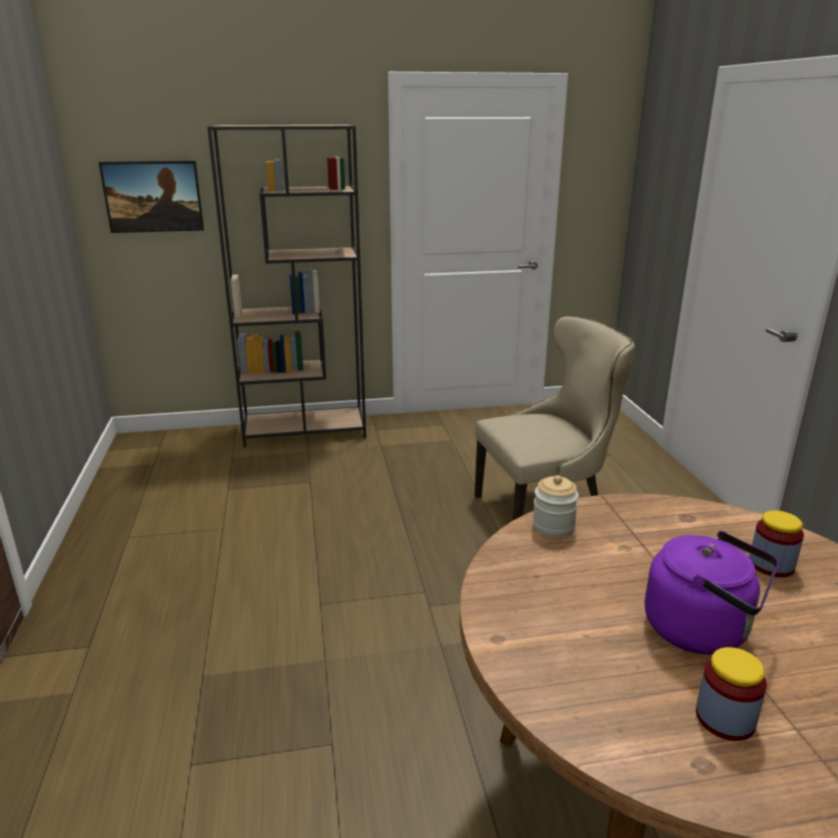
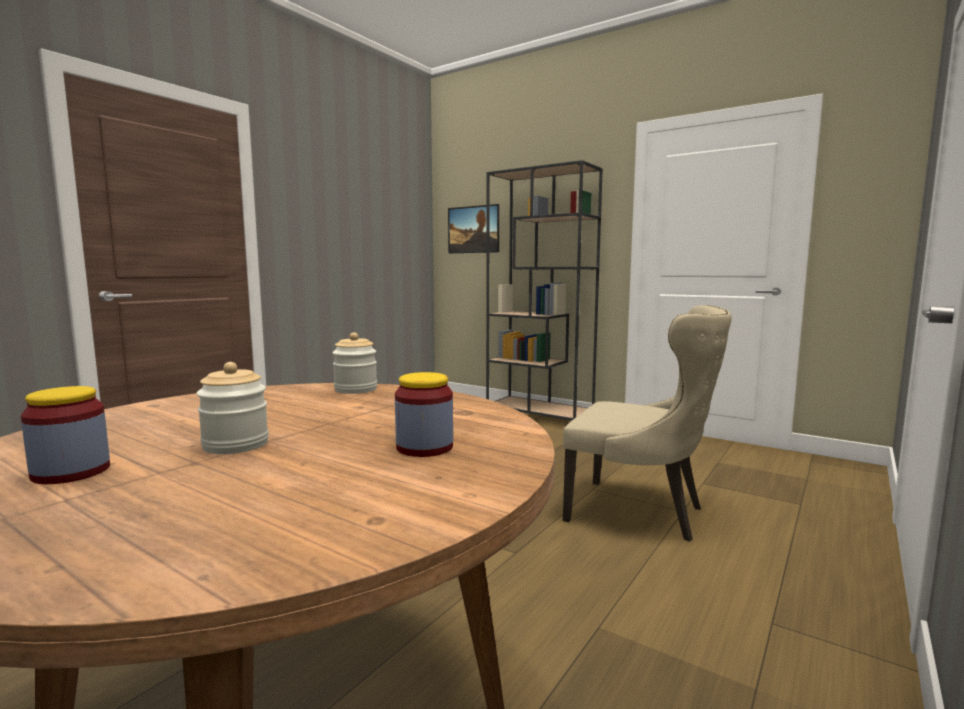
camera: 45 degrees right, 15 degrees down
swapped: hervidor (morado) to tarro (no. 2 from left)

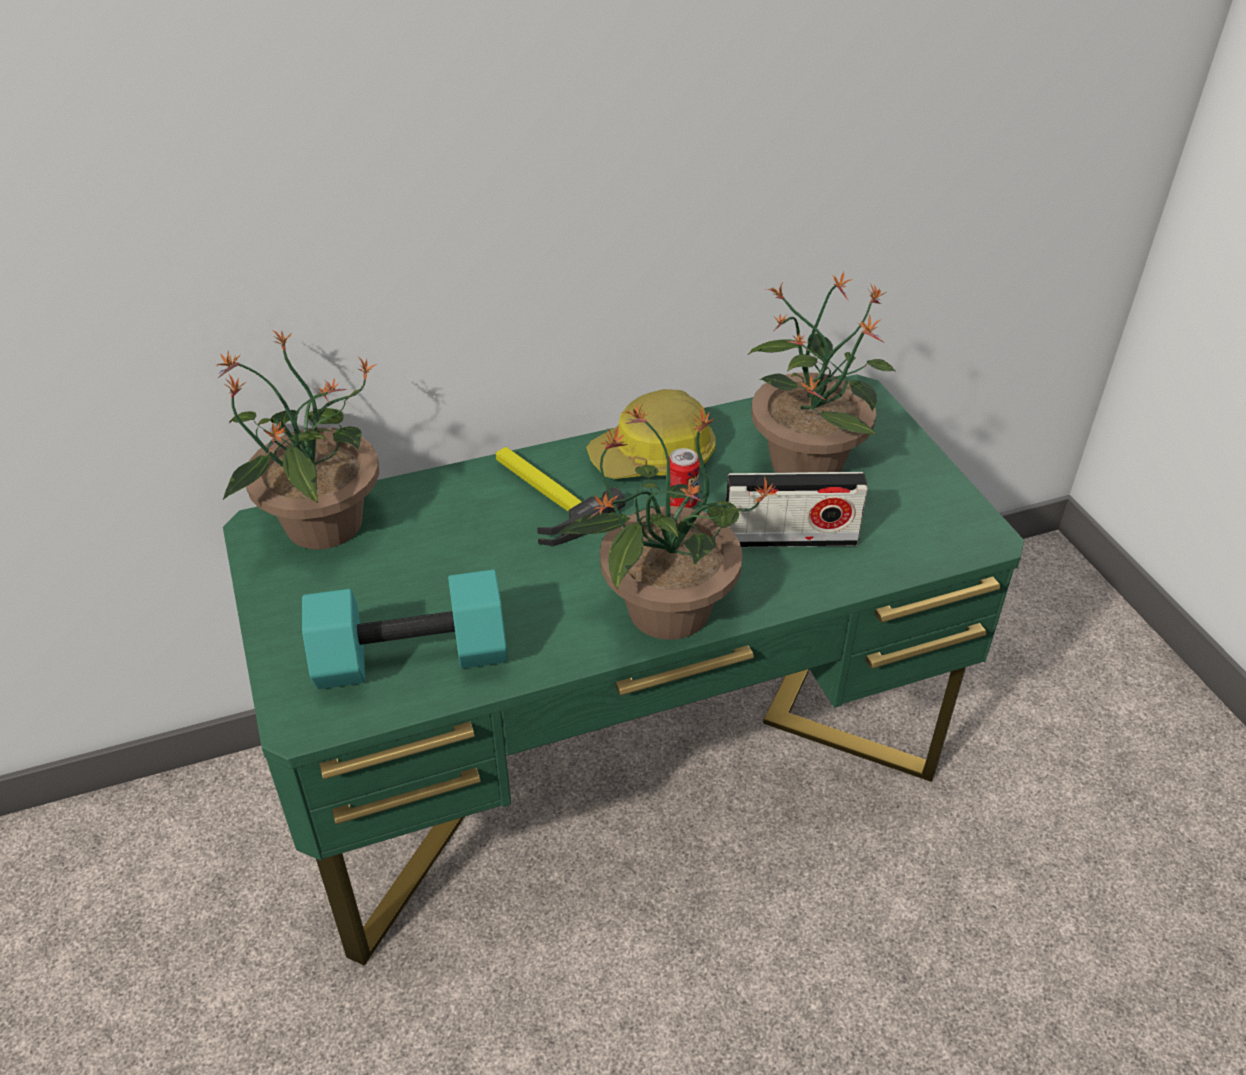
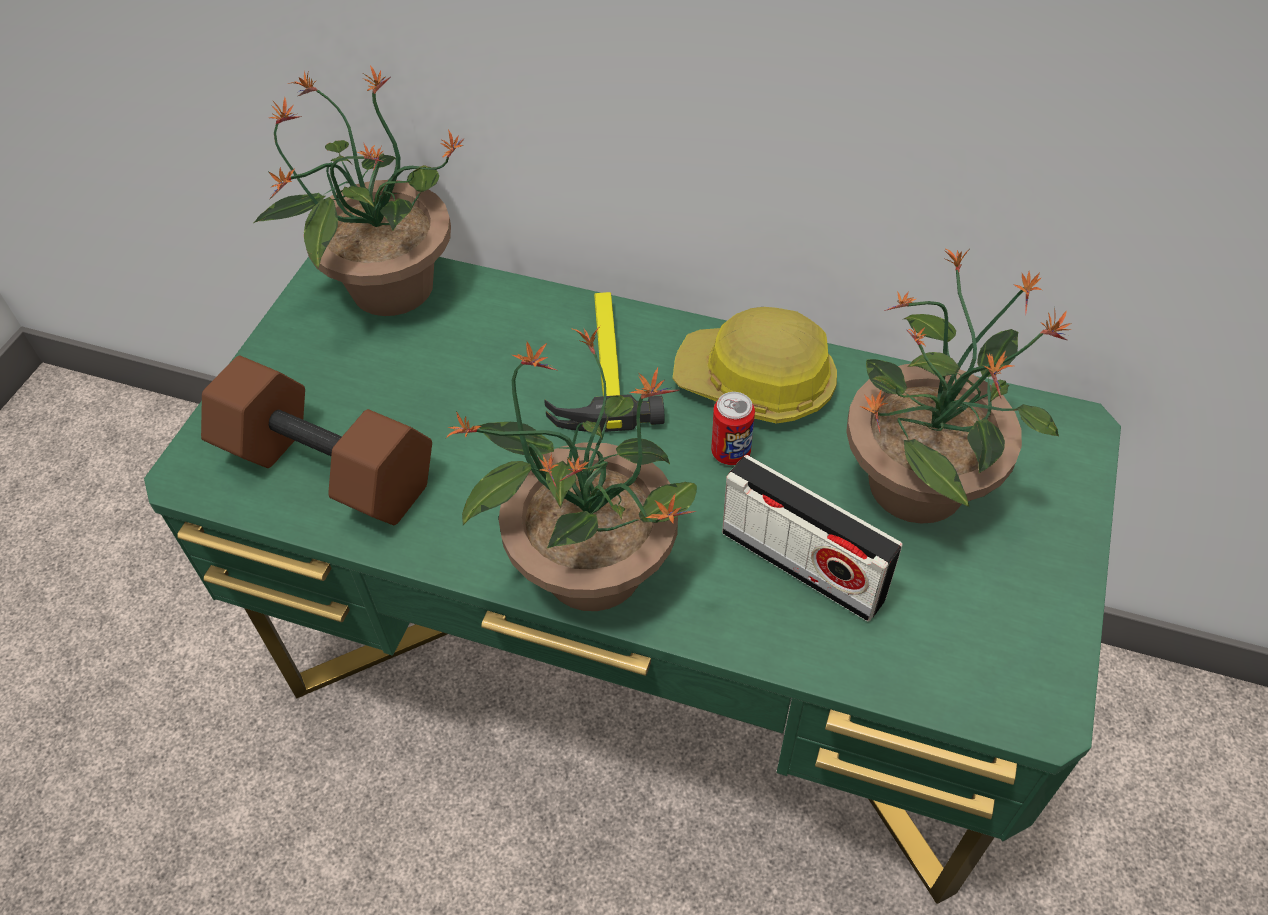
camera: 40 degrees right, 10 degrees up
repainted: mancuerna (turquesa) to mancuerna (marrón)

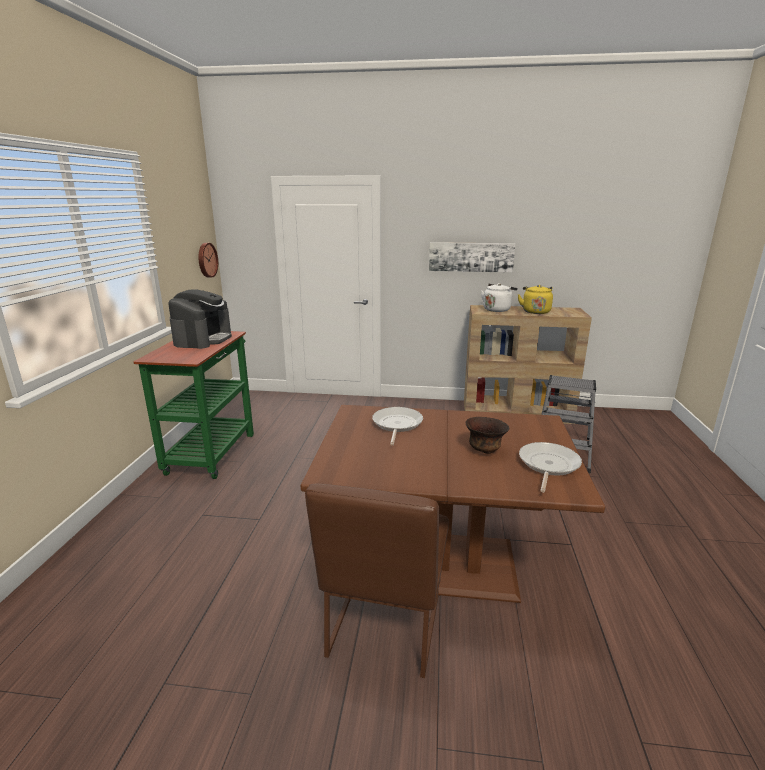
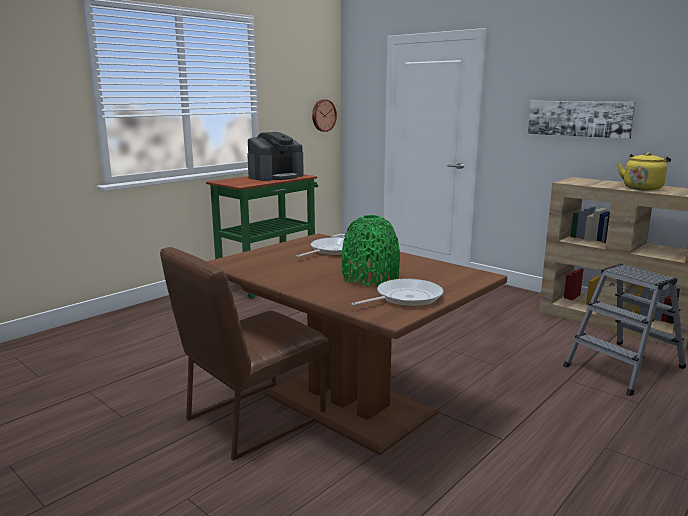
camera: 35 degrees right, 5 degrees down
gone: hervidor (blanco)
swapped: cuenco (marrón) to florero (verde)

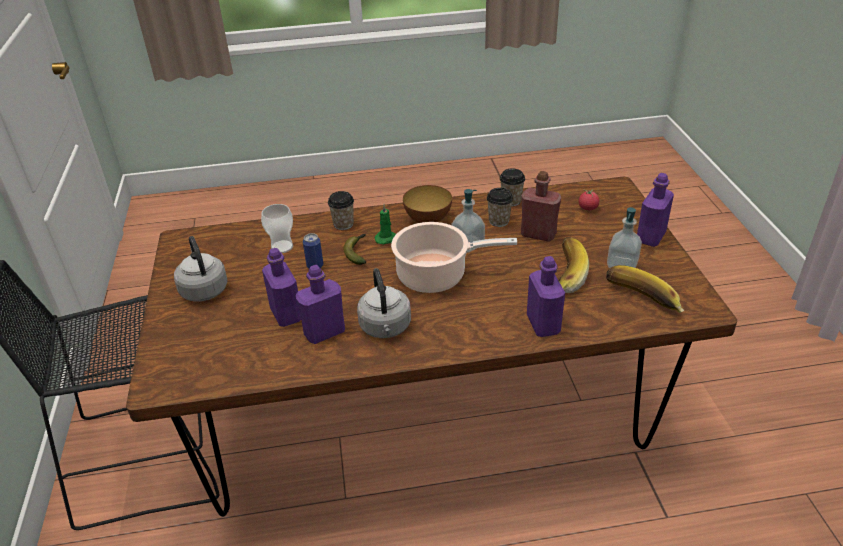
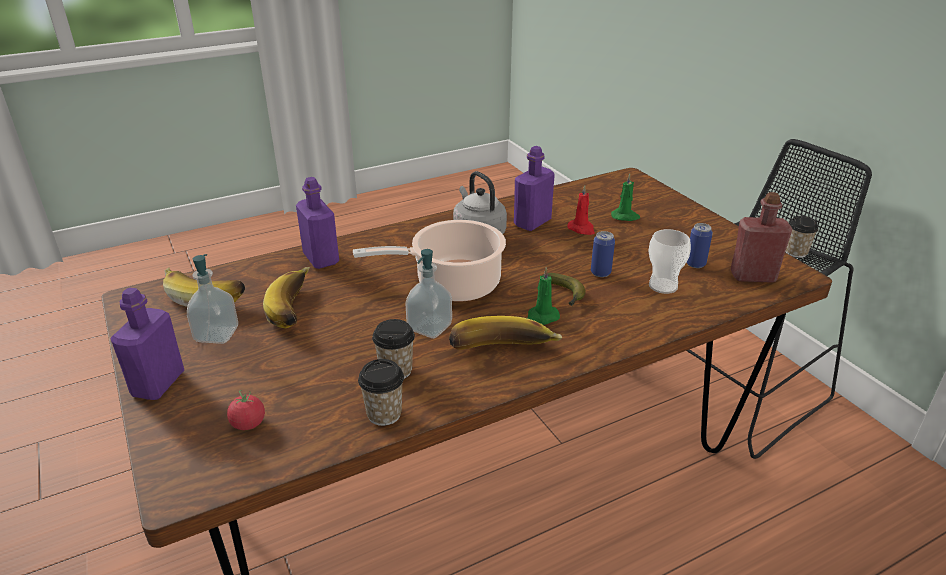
camera: 160 degrees right, 5 degrees down
gone: hervidor (gris) (no. 1 from left)
new: vela (verde) (no. 2 from left); lata (no. 2 from left)
shifted: botella (rojo); taza (no. 2 from left in the first image) to taza (no. 4 from left)
swapped: cuenco to plátano (no. 3 from left); botella (morado) (no. 1 from left) to vela (rojo)

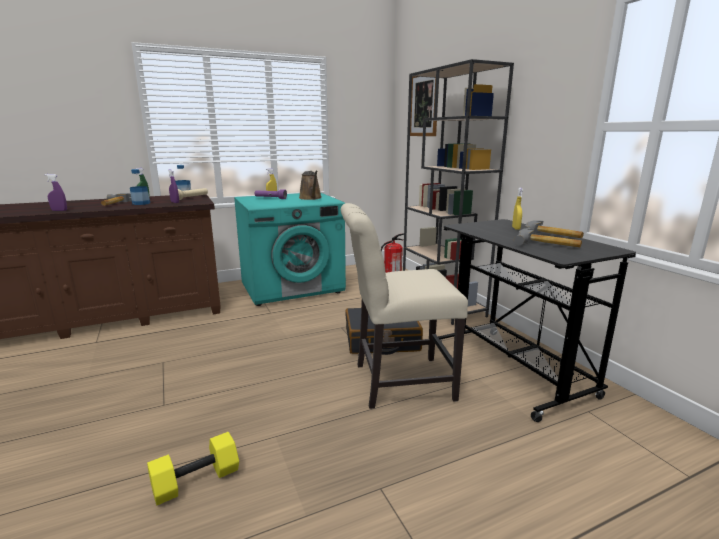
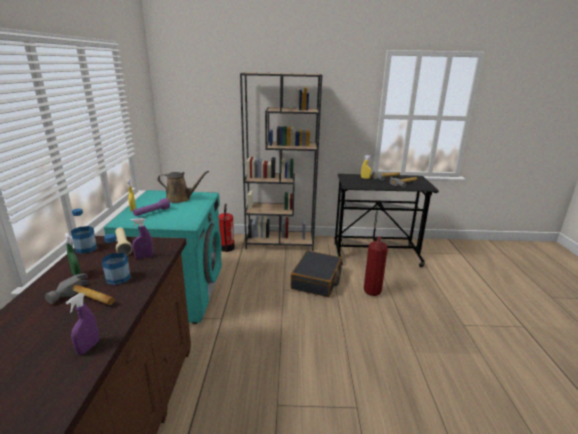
camera: 65 degrees left, 5 degrees up
gone: mancuerna (amarillo); cuadro
swapped: silla (beis) to extintor (no. 2 from left)

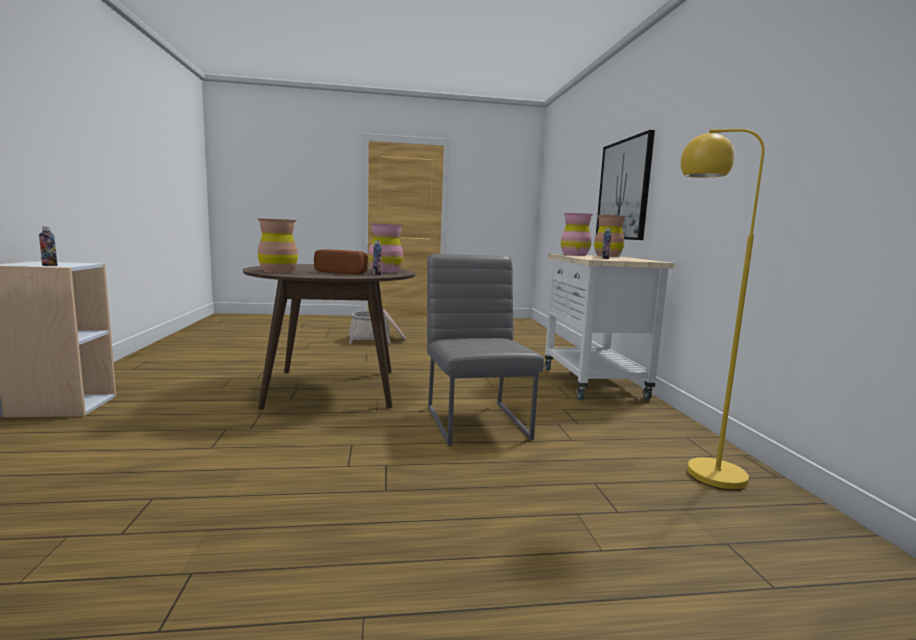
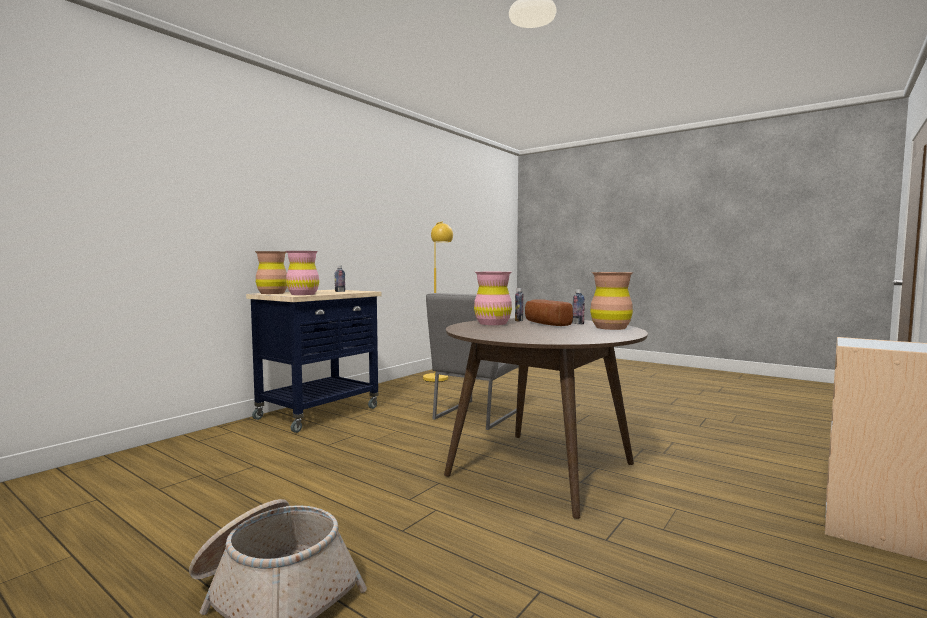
camera: 135 degrees left, 5 degrees down
gone: cuadro
shifted: botella (no. 1 from left in the first image) to botella (no. 3 from left)
repainted: carrito (blanco) to carrito (azul)

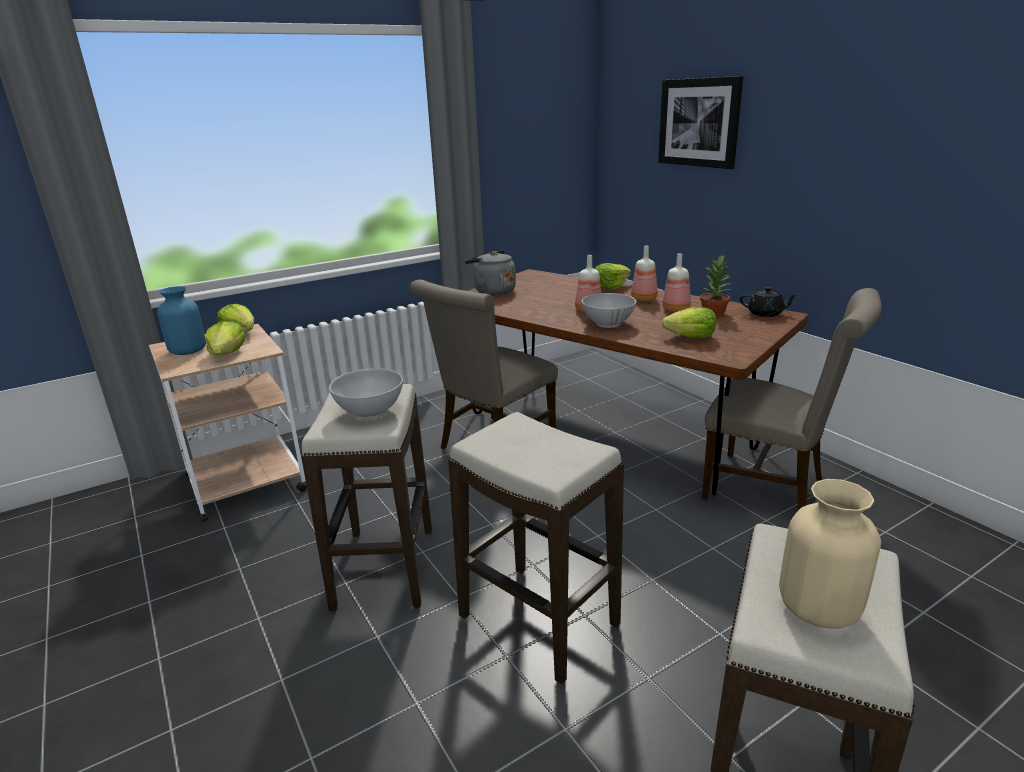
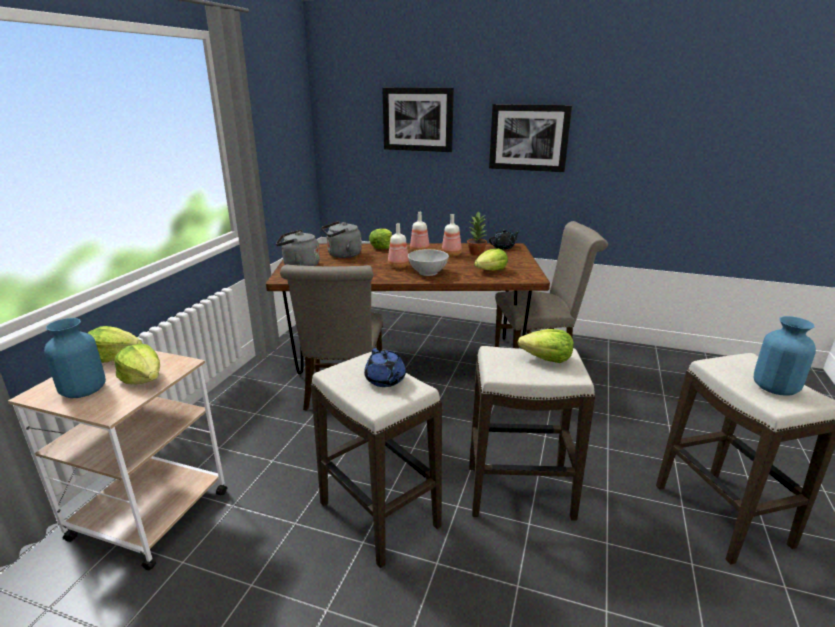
camera: 40 degrees left, 0 degrees up
new: hervidor (gris) (no. 2 from left); cuadro (no. 2 from left); lechuga (no. 5 from left)
swapped: cuenco (blanco) (no. 1 from left) to tetera (azul)
repainted: florero (beis) to florero (azul) (no. 2 from left)

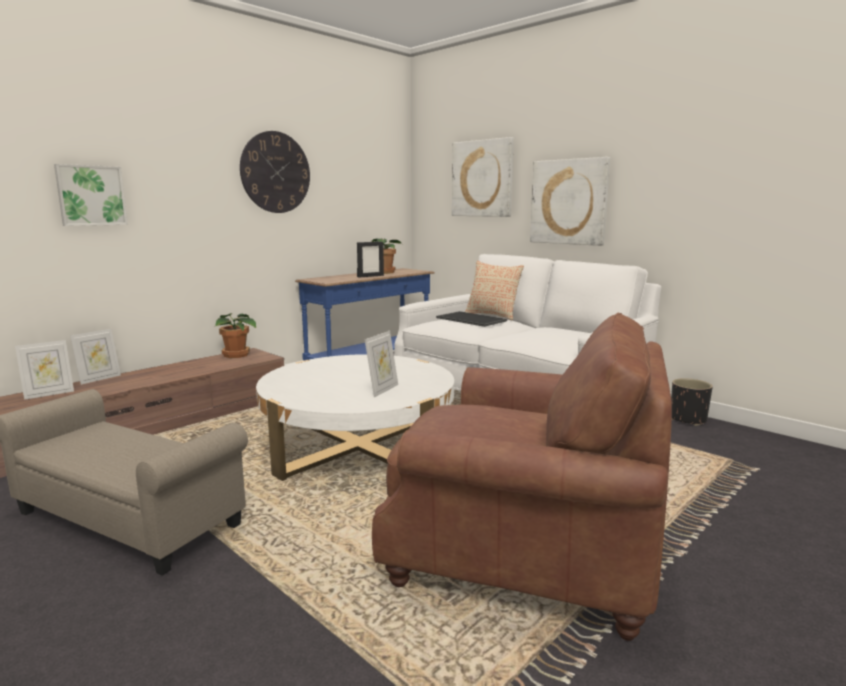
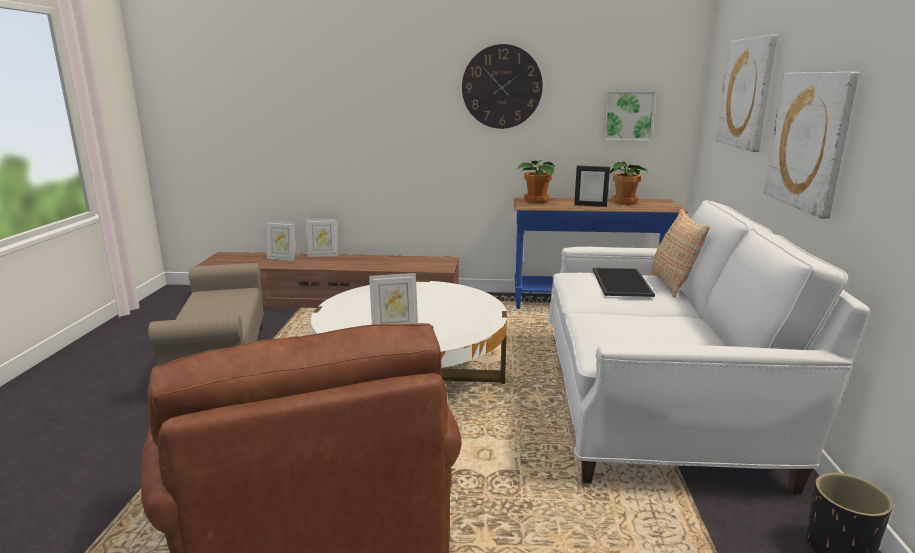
camera: 50 degrees right, 5 degrees up
shifted: planta en maceta (no. 1 from left); cuadro (no. 1 from left)

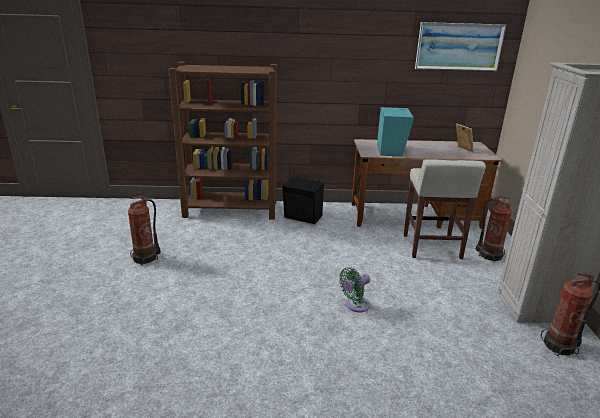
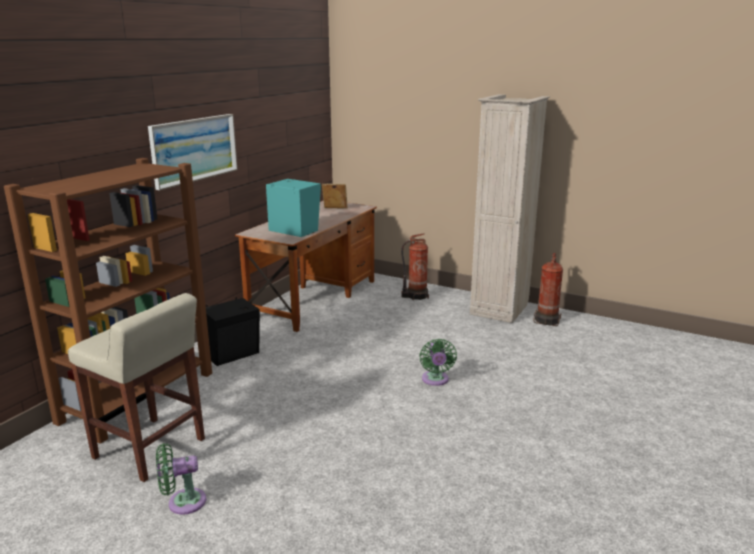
camera: 60 degrees left, 5 degrees down
shifted: taburete (beis); cuadro
swapped: extintor (no. 1 from left) to ventilador (verde) (no. 1 from left)

